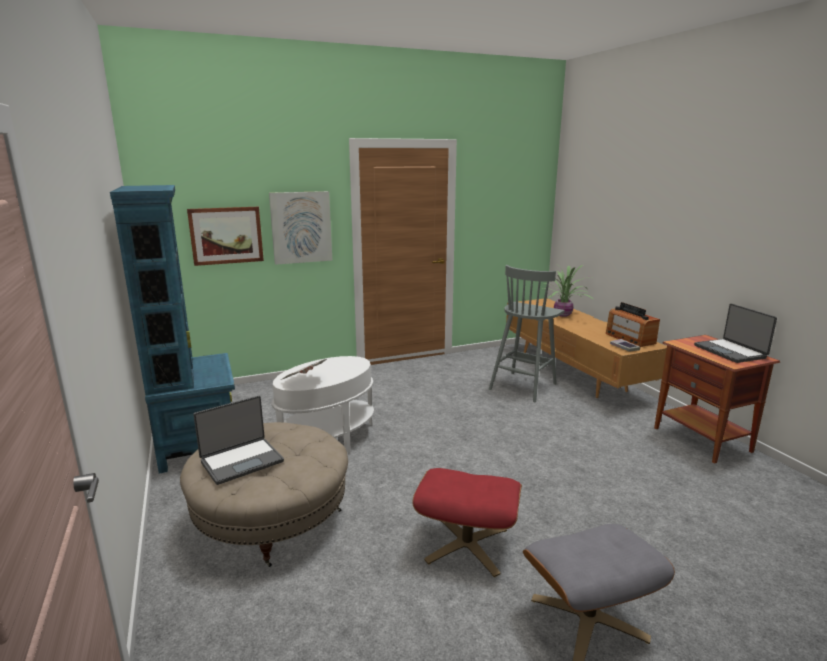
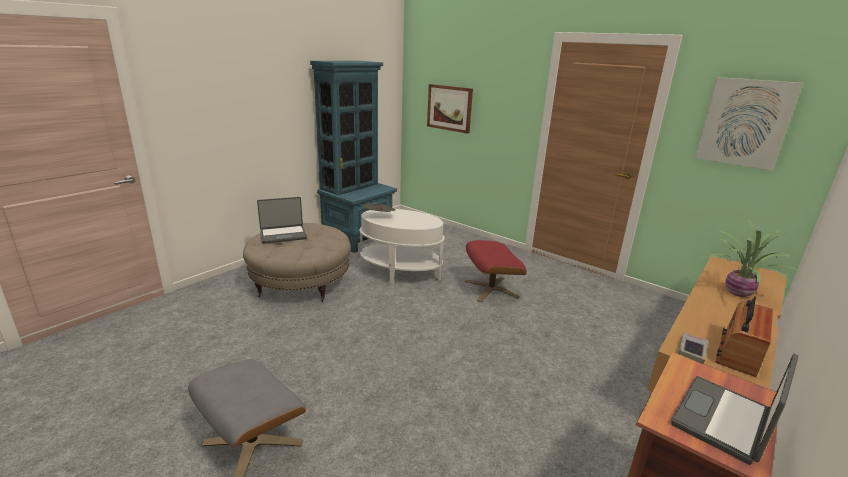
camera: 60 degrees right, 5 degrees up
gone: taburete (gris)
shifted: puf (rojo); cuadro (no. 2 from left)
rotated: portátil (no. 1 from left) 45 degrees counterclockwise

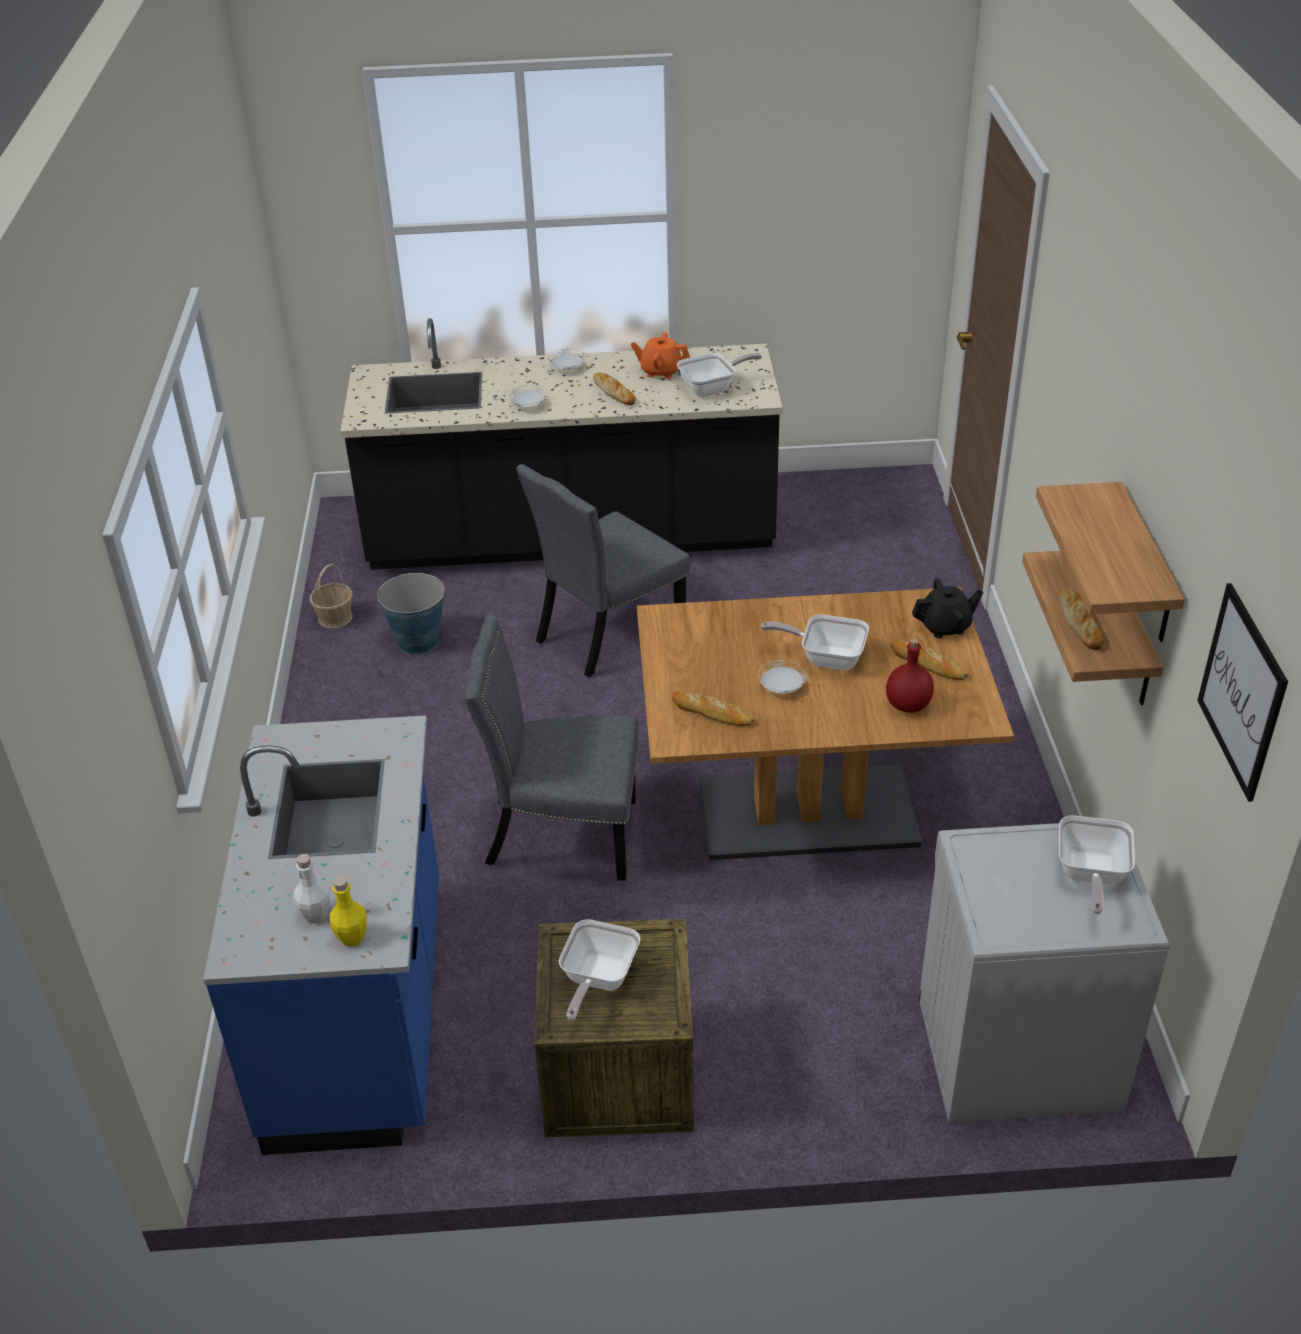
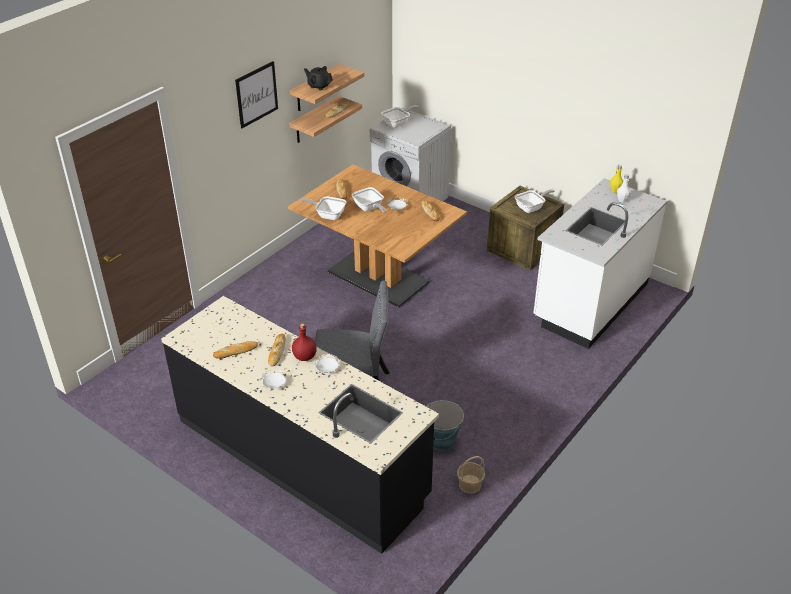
camera: 140 degrees left, 0 degrees up
gone: silla (gris) (no. 1 from left)
shifted: cuadro; botella (rojo); sartén (no. 2 from left in the first image) to sartén (no. 1 from left); tetera (negro)
swapped: tetera (naranja) to pan (no. 1 from left)
repainted: mueble bajo de cocina (azul) to mueble bajo de cocina (blanco)

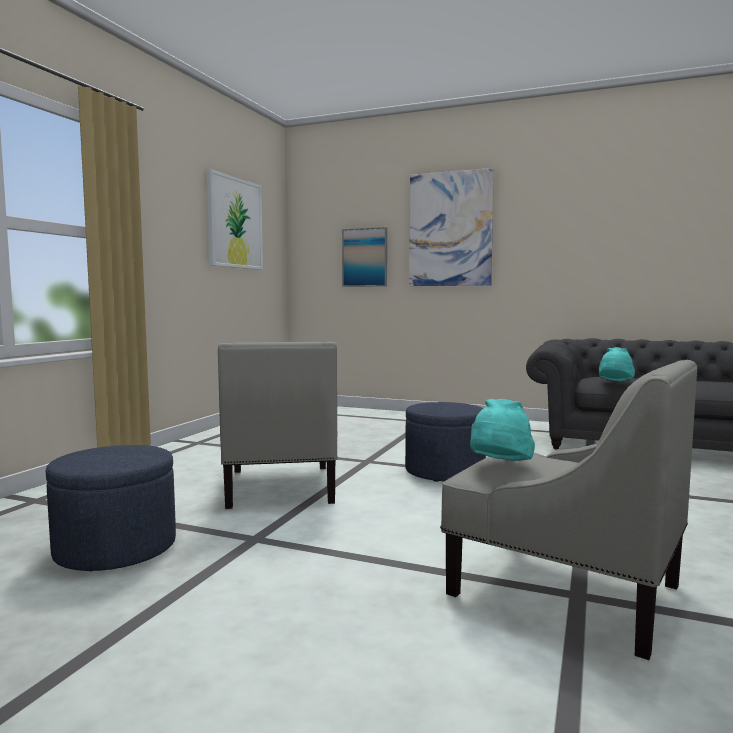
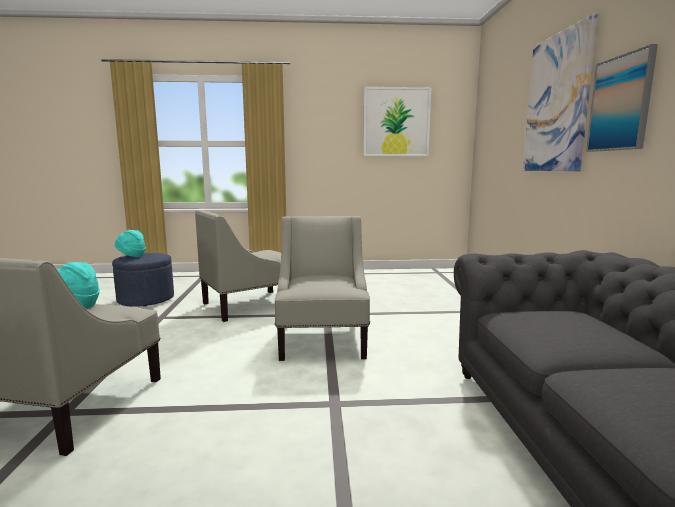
camera: 65 degrees right, 5 degrees up
shifted: sombrero (turquesa) (no. 2 from left); cuadro (no. 2 from left in the first image) to cuadro (no. 3 from left)
swapped: puf (azul) (no. 2 from left) to sillón (gris) (no. 3 from left)

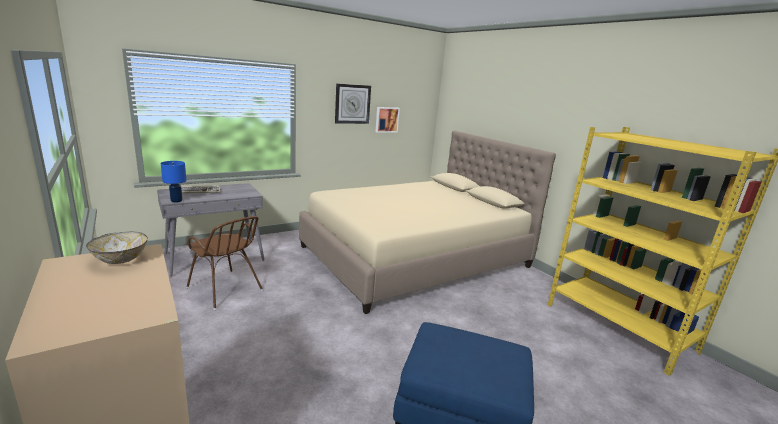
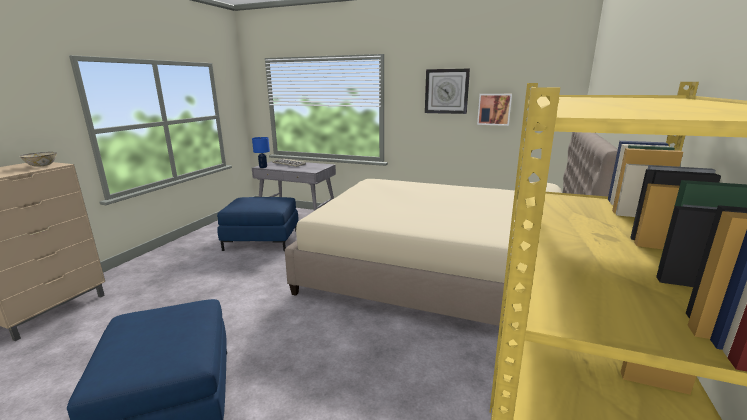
camera: 55 degrees right, 0 degrees up
swapped: silla (marrón) to puf (azul) (no. 2 from left)

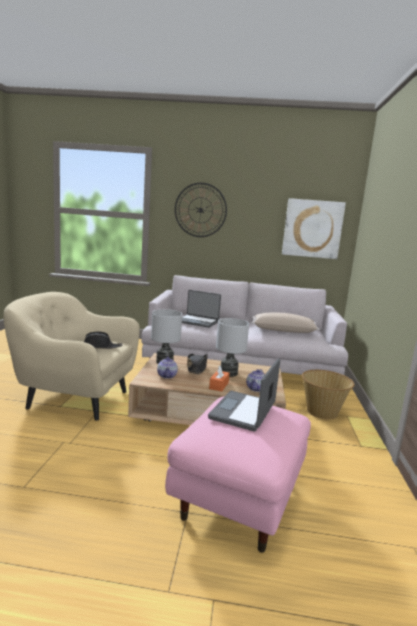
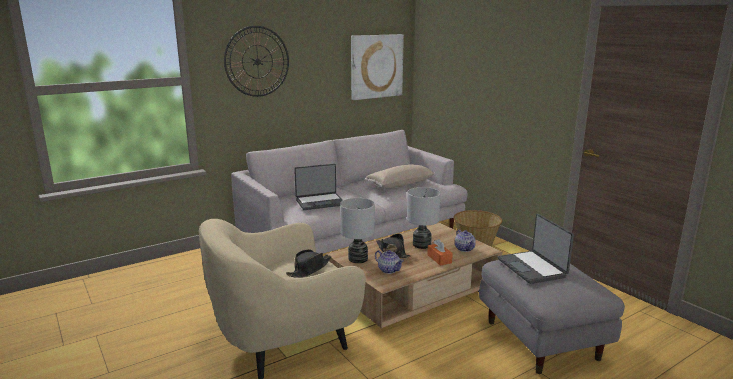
camera: 40 degrees left, 5 degrees up
repainted: puf (rosa) to puf (gris)

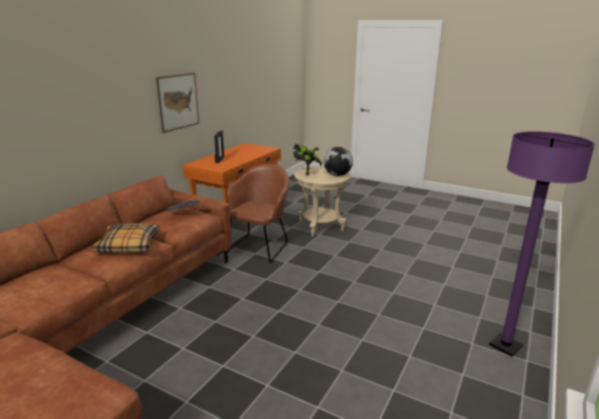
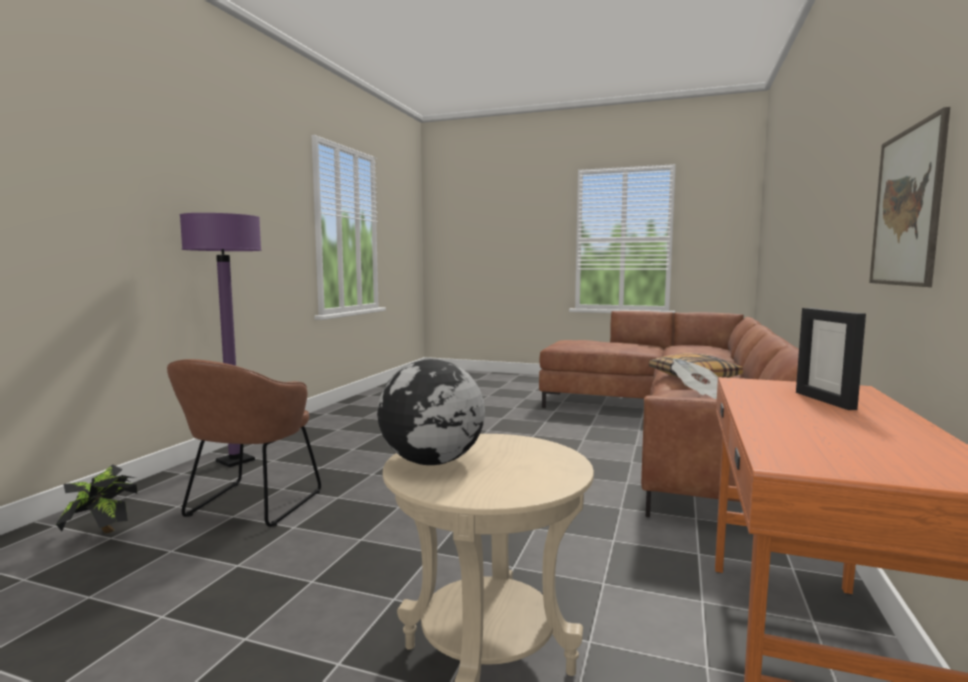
camera: 170 degrees right, 15 degrees down
shifted: planta en maceta; sillón (marrón)

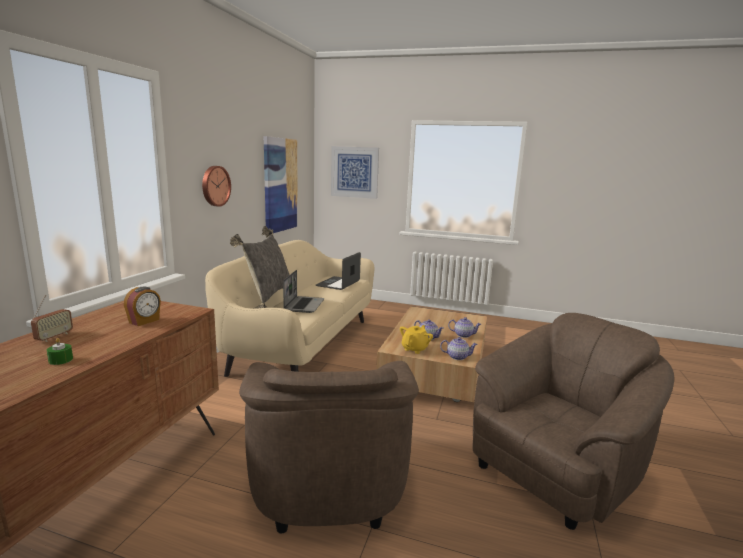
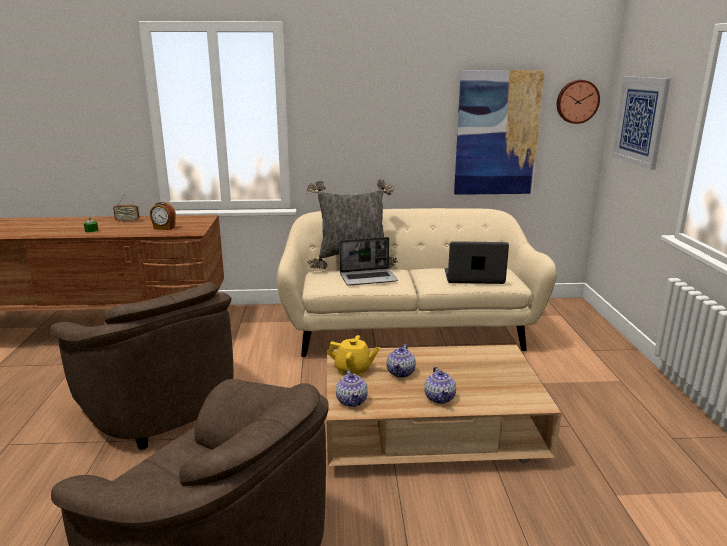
camera: 70 degrees right, 5 degrees up
shifted: reloj de pared
rotated: sillón (marrón) (no. 1 from left) 105 degrees counterclockwise

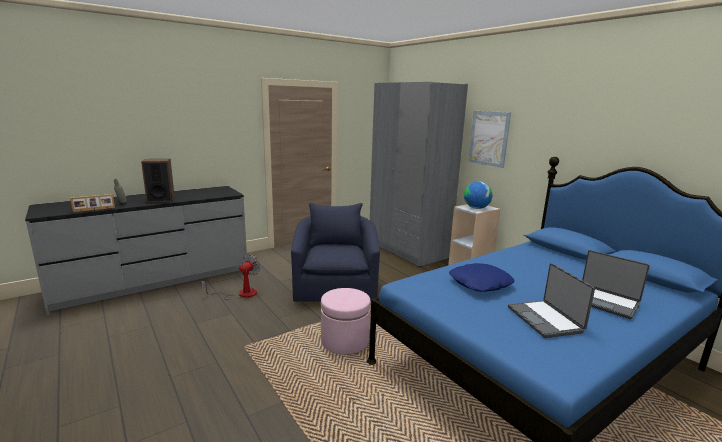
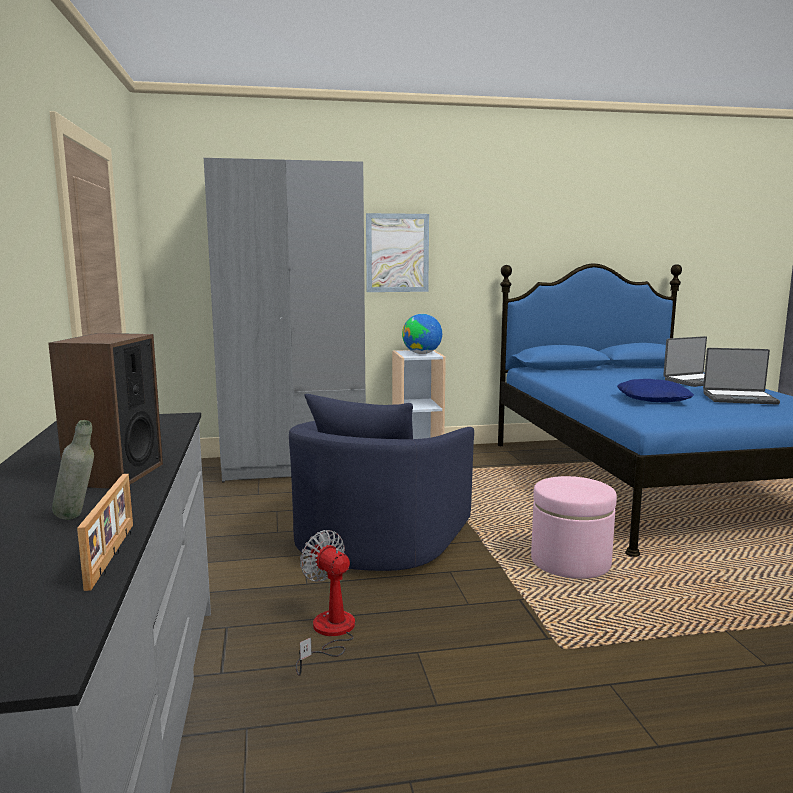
camera: 65 degrees left, 5 degrees down
rotated: sillón (azul) 90 degrees counterclockwise

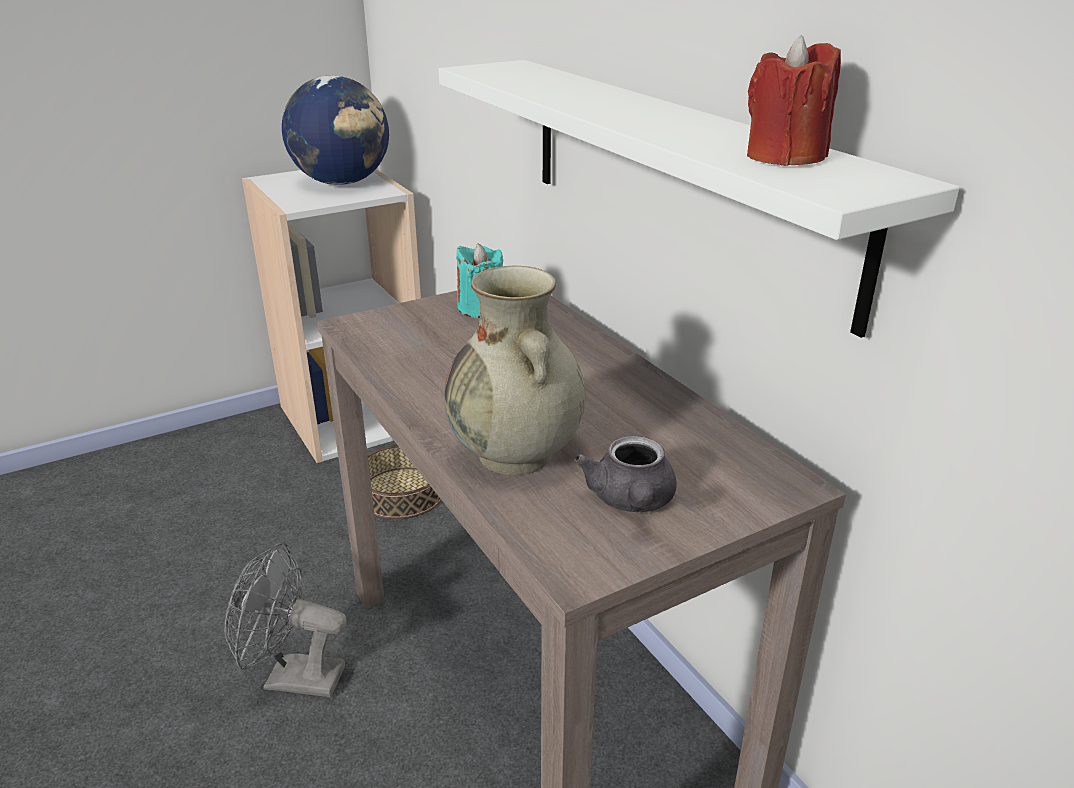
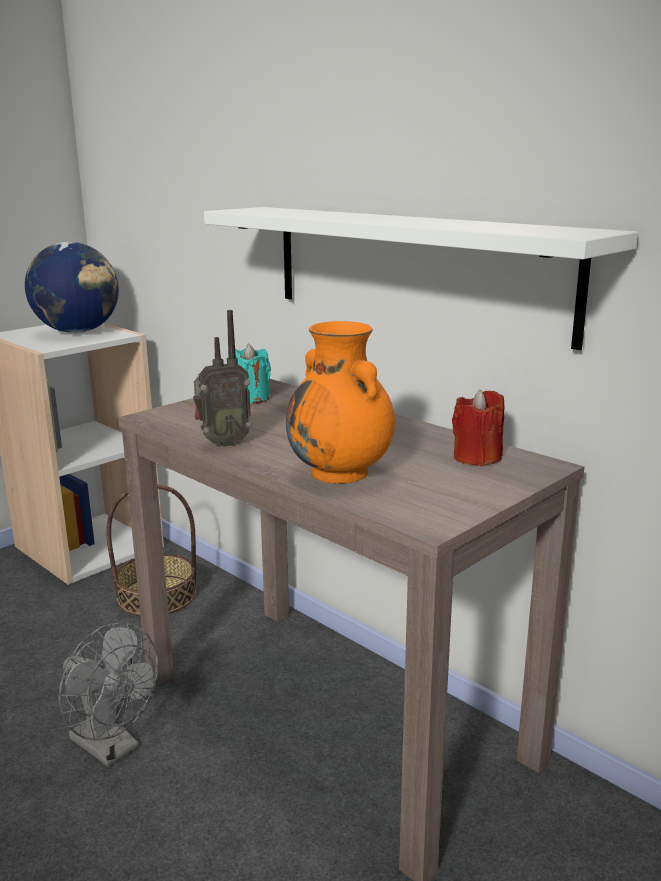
camera: 15 degrees left, 10 degrees down
gone: tetera (gris)
new: radio
shifted: vela (rojo)
repainted: florero (beis) to florero (naranja)
rotated: ventilador (gris) 135 degrees counterclockwise

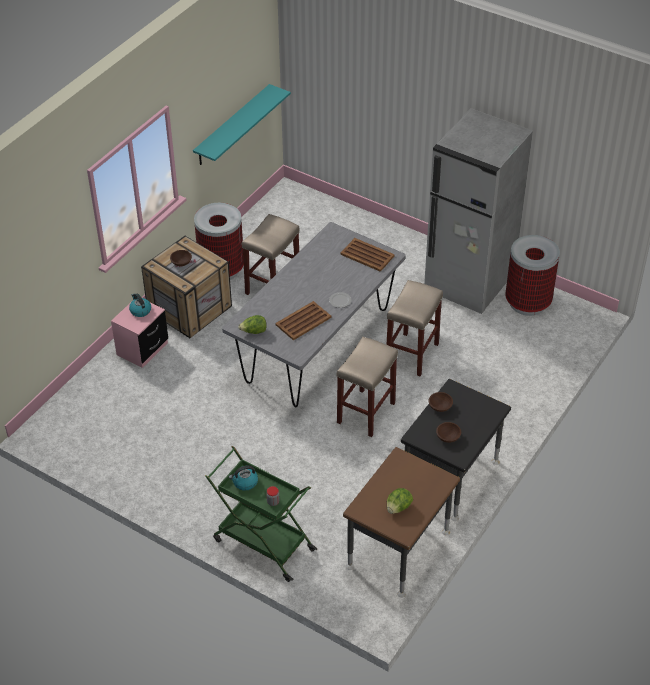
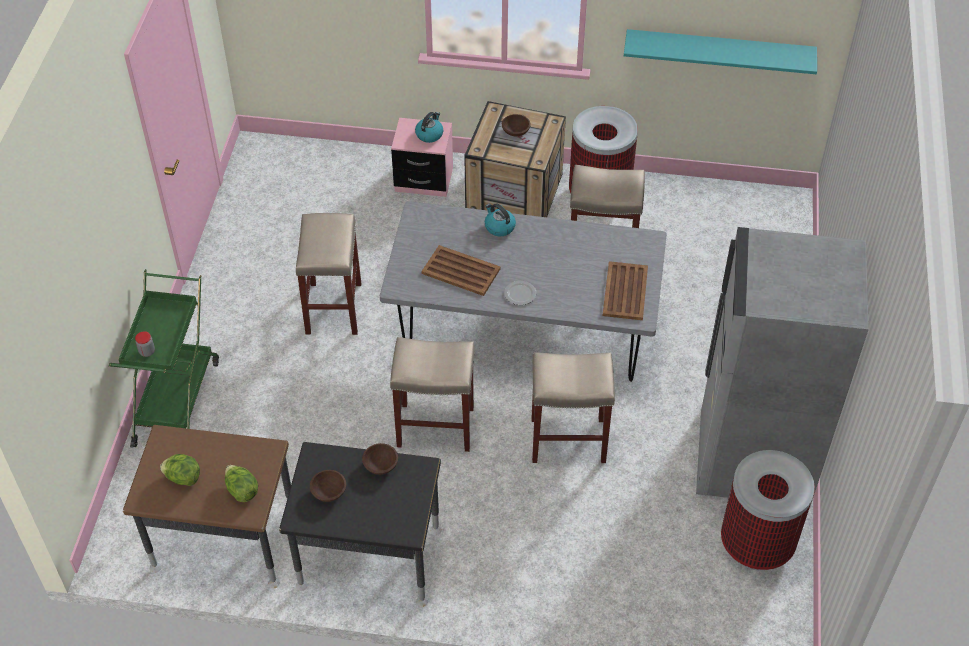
camera: 65 degrees right, 5 degrees up
new: taburete (beis) (no. 1 from left)
shifted: lechuga (no. 1 from left in the first image) to lechuga (no. 2 from left); hervidor (no. 2 from left)

